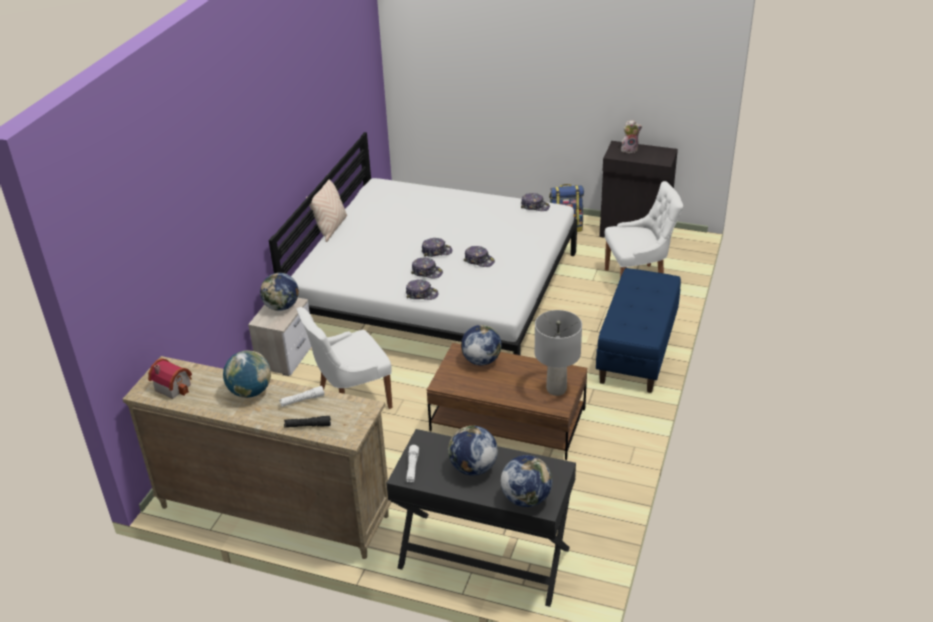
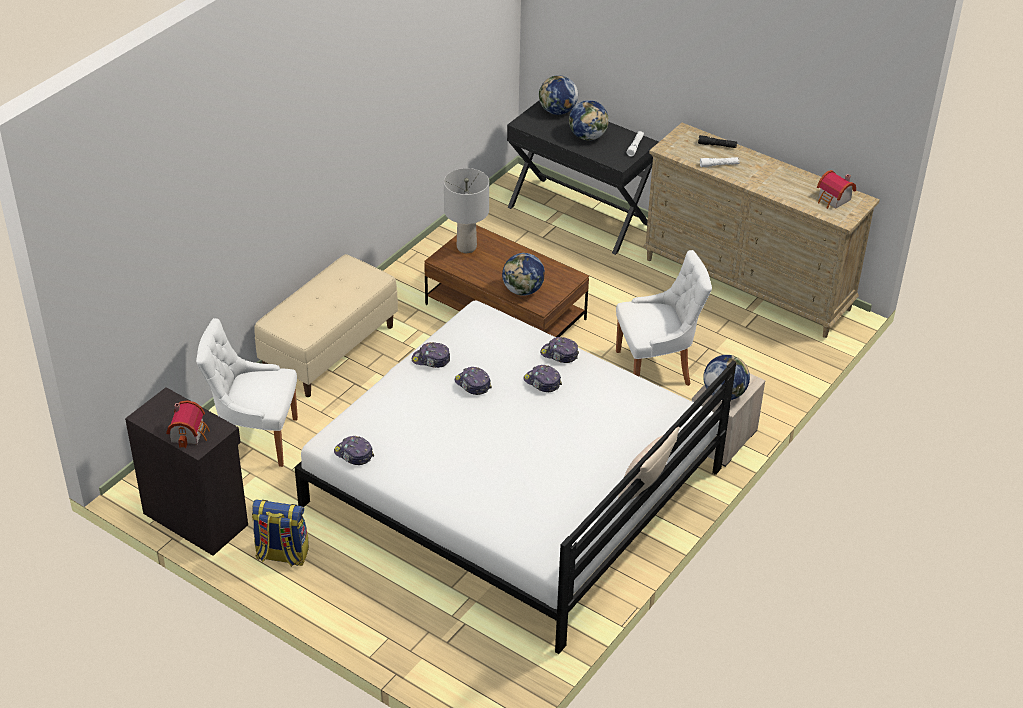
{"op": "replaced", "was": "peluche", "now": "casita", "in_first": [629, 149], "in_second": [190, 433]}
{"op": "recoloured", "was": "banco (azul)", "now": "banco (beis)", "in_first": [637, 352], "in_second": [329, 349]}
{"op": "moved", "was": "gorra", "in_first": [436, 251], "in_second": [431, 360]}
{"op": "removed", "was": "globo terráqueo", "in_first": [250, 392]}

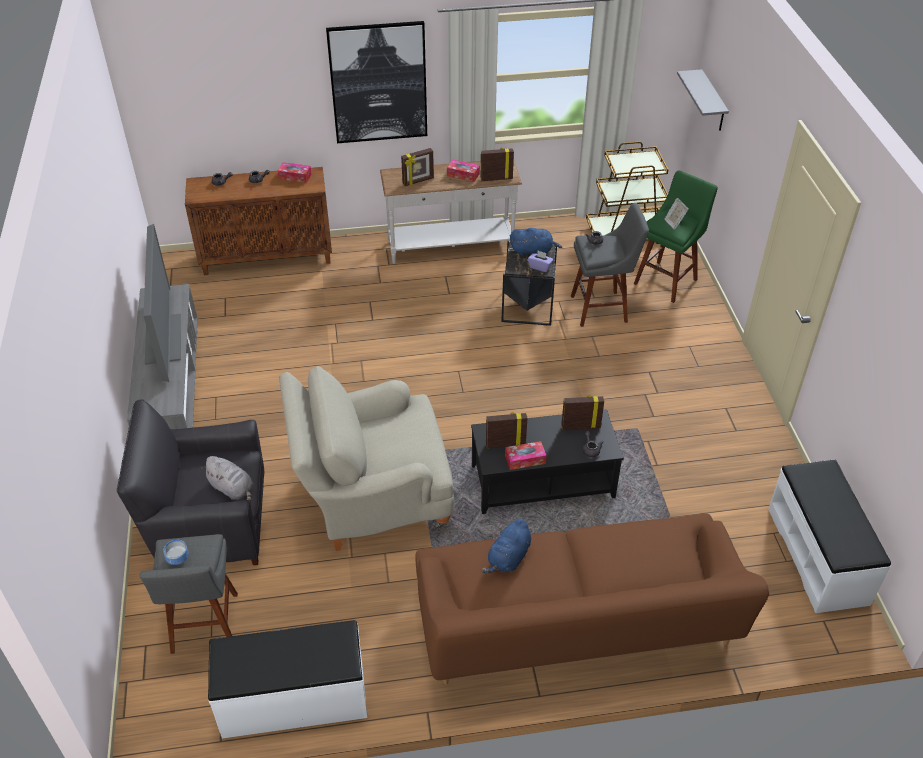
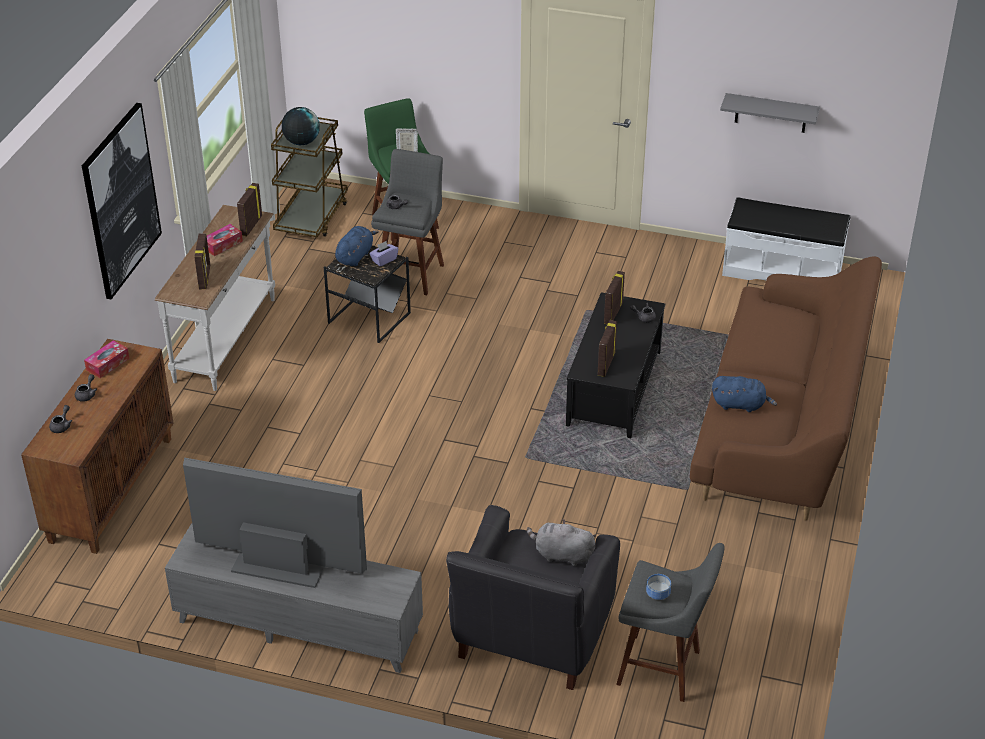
{"op": "added", "now": "globo terráqueo", "in_second": [301, 142]}
{"op": "turned", "was": "peluche (gris)", "in_first": [232, 489], "in_second": [561, 555], "clockwise": -135}
{"op": "turned", "was": "peluche (azul)", "in_first": [508, 558], "in_second": [740, 405], "clockwise": -45}
{"op": "moved", "was": "estante (gris)", "in_first": [713, 102], "in_second": [771, 113]}
{"op": "removed", "was": "banco (blanco)", "in_first": [294, 700]}
{"op": "removed", "was": "sillón (beis)", "in_first": [372, 498]}
{"op": "removed", "was": "caja de pañuelos", "in_first": [525, 459]}

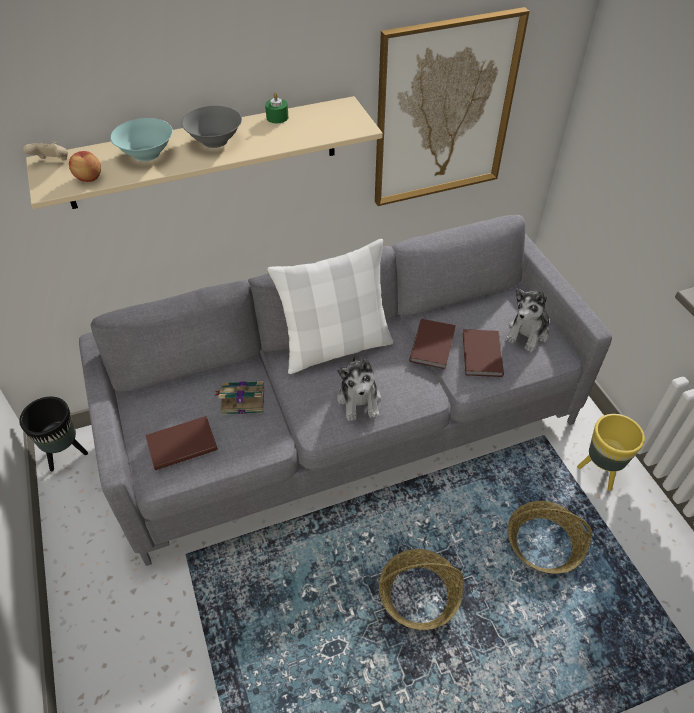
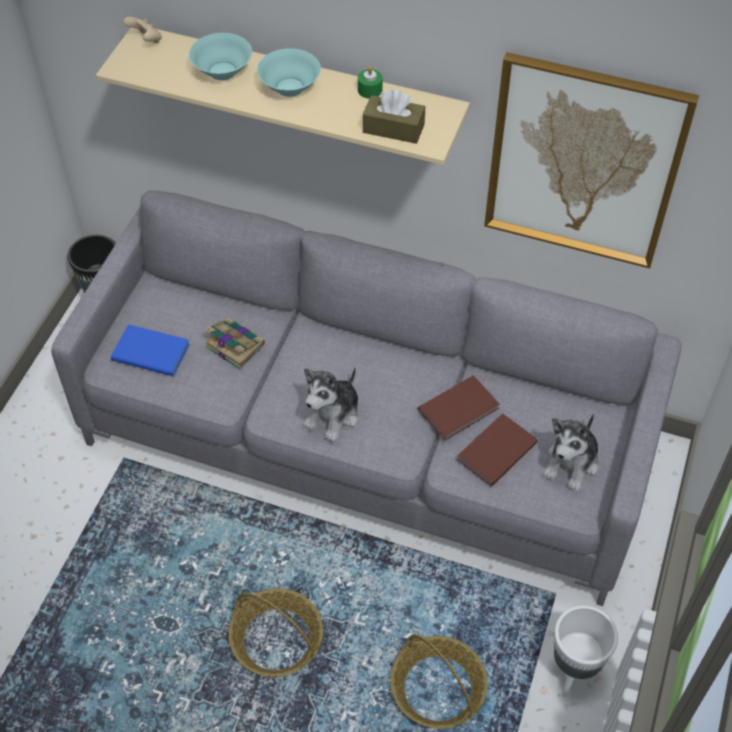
{"op": "recoloured", "was": "libro (marrón)", "now": "libro (azul)", "in_first": [180, 444], "in_second": [150, 351]}
{"op": "recoloured", "was": "cuenco (gris)", "now": "cuenco (turquesa)", "in_first": [215, 140], "in_second": [290, 87]}
{"op": "added", "now": "caja de pañuelos (marrón)", "in_second": [393, 128]}
{"op": "turned", "was": "peluche", "in_first": [528, 333], "in_second": [572, 463], "clockwise": -45}
{"op": "recoloured", "was": "maceta (amarillo)", "now": "maceta (blanco)", "in_first": [600, 472], "in_second": [573, 672]}
{"op": "removed", "was": "manzana", "in_first": [88, 178]}
{"op": "removed", "was": "cojín (blanco)", "in_first": [335, 346]}

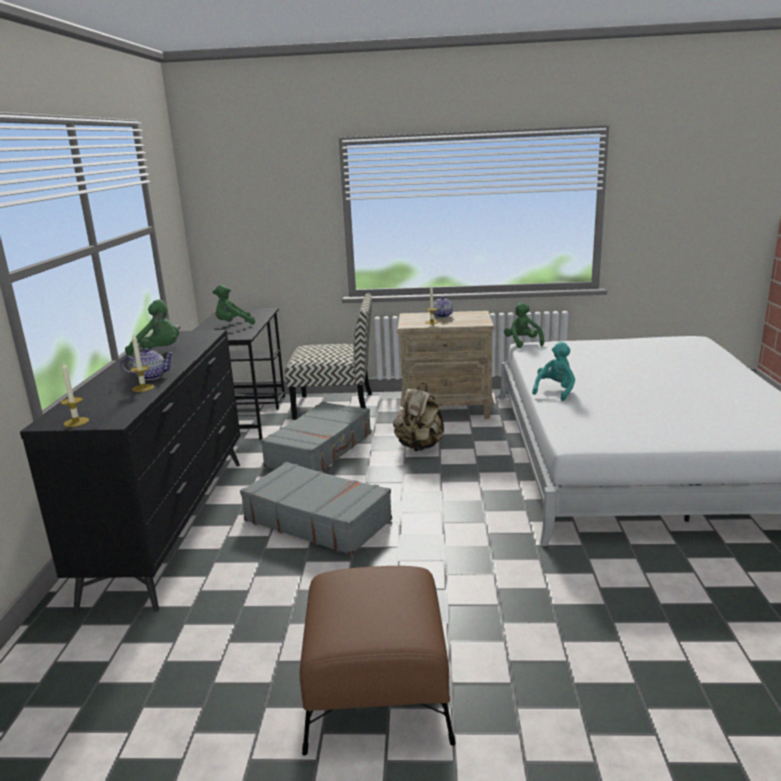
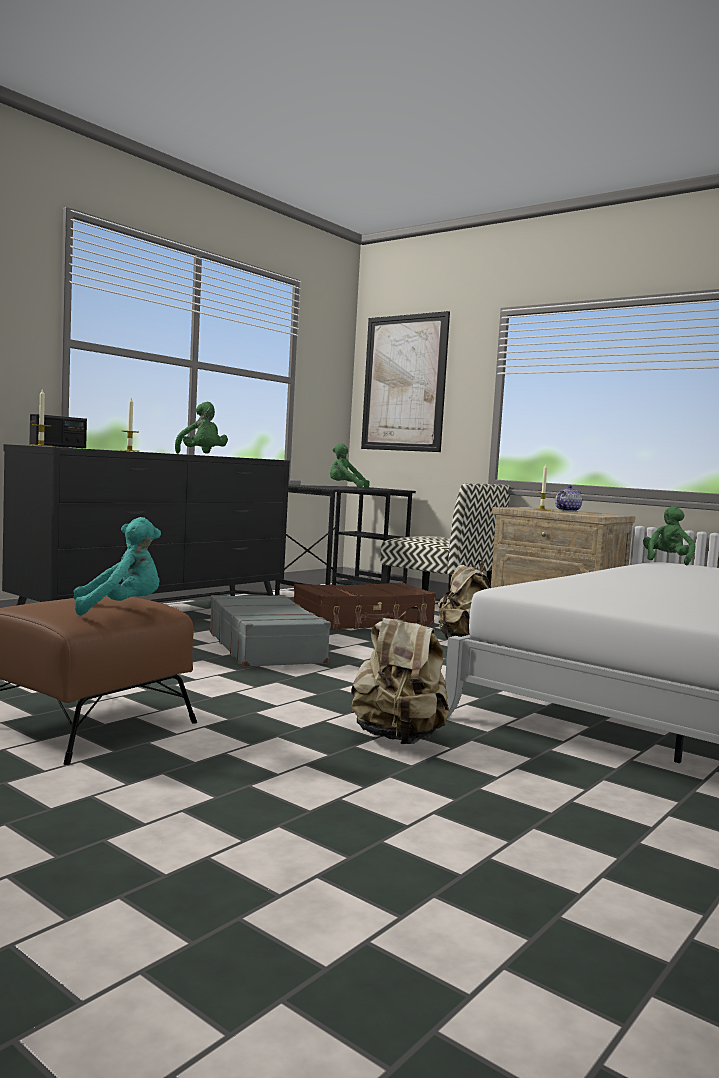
{"op": "added", "now": "radio", "in_second": [58, 446]}
{"op": "moved", "was": "peluche (turquesa)", "in_first": [555, 391], "in_second": [121, 609]}
{"op": "recoloured", "was": "maleta (gris)", "now": "maleta (marrón)", "in_first": [321, 450], "in_second": [363, 621]}
{"op": "added", "now": "mochila (beis)", "in_second": [398, 739]}
{"op": "added", "now": "cuadro", "in_second": [404, 383]}
{"op": "removed", "was": "tetera", "in_first": [150, 376]}

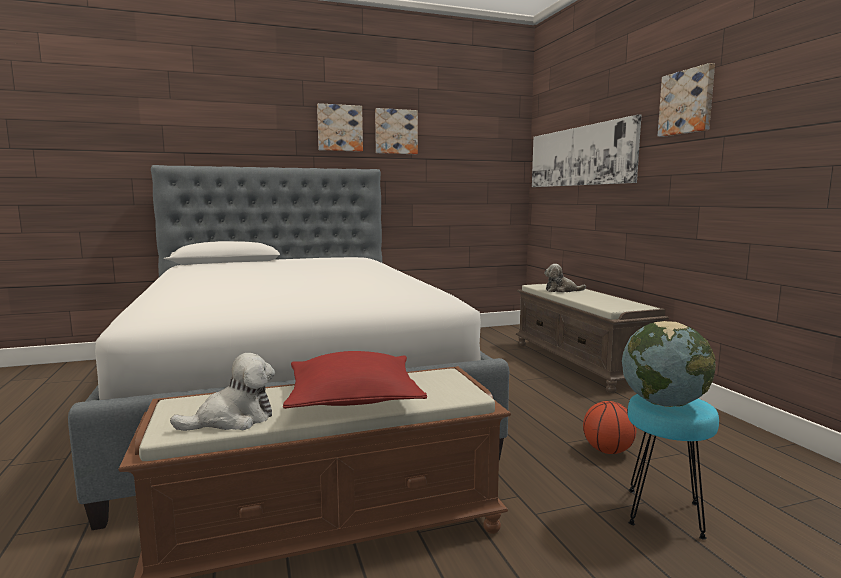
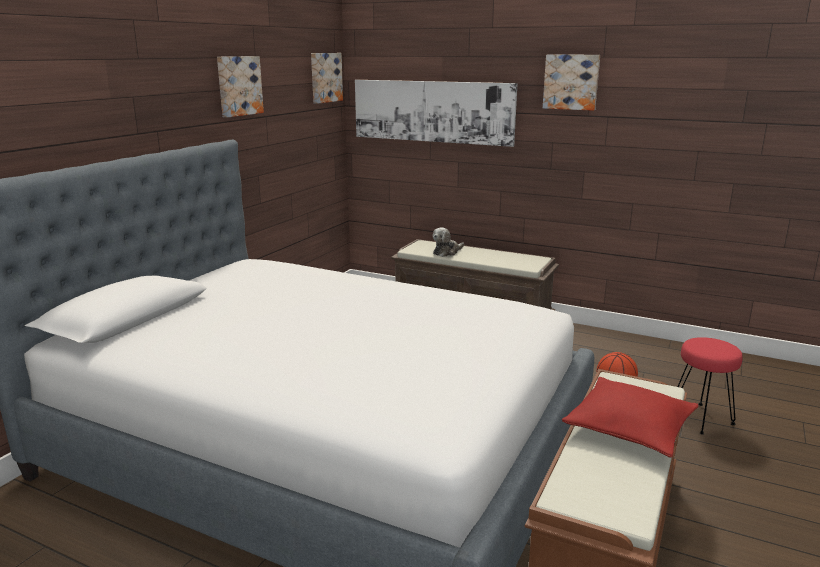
{"op": "moved", "was": "cuadro", "in_first": [339, 128], "in_second": [325, 77]}
{"op": "recoloured", "was": "taburete (turquesa)", "now": "taburete (rojo)", "in_first": [662, 513], "in_second": [699, 419]}
{"op": "removed", "was": "peluche", "in_first": [233, 419]}
{"op": "removed", "was": "globo terráqueo", "in_first": [663, 403]}

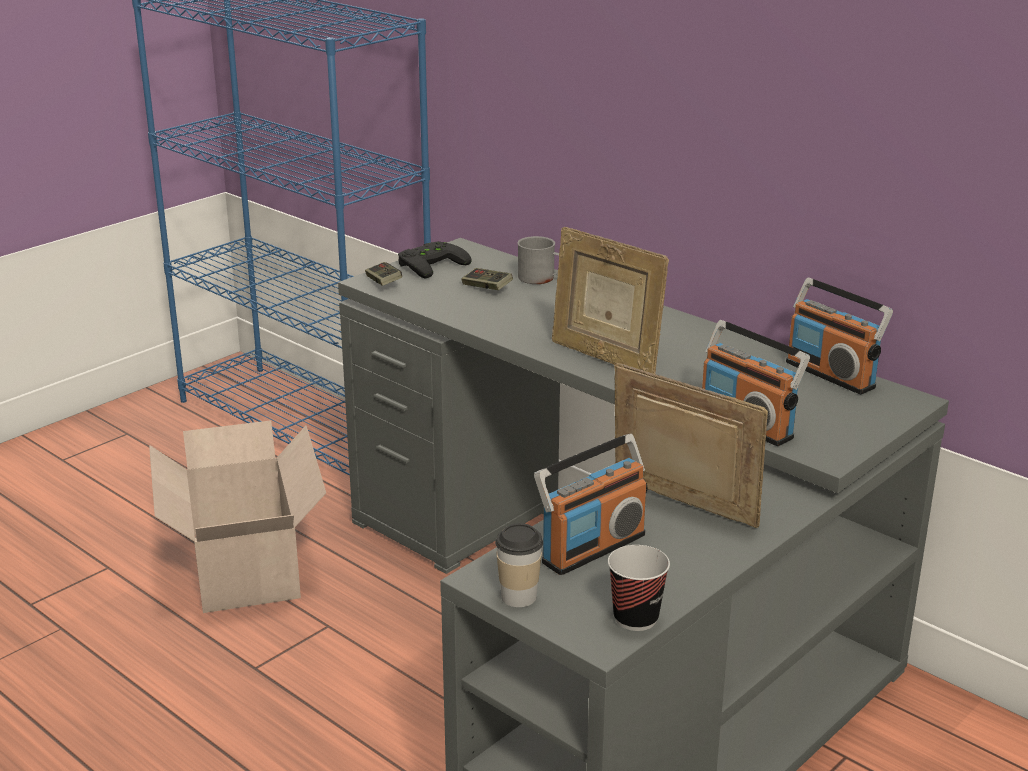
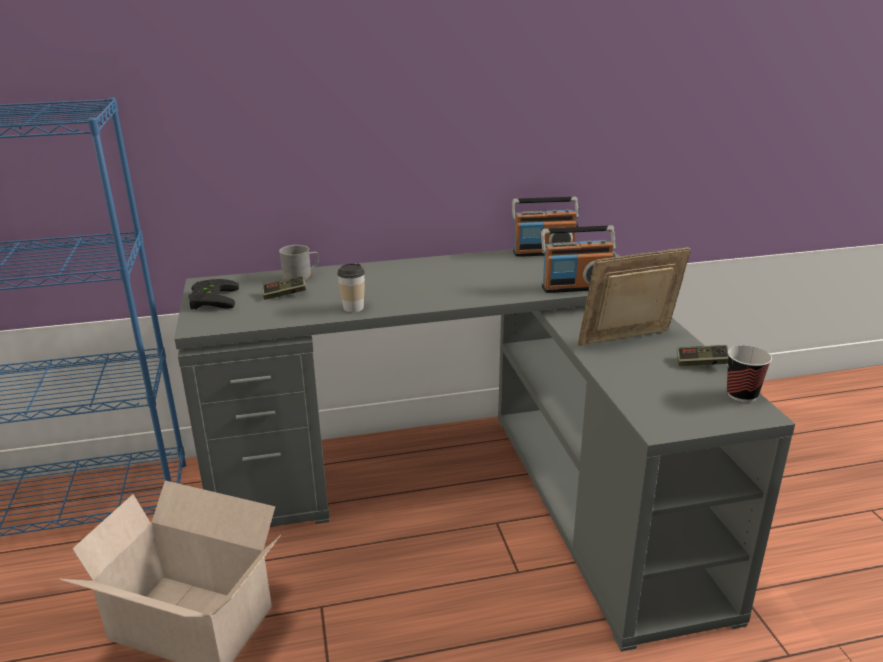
{"op": "moved", "was": "taza", "in_first": [518, 596], "in_second": [353, 308]}
{"op": "moved", "was": "mando de consola", "in_first": [383, 282], "in_second": [701, 363]}
{"op": "removed", "was": "radio", "in_first": [592, 548]}
{"op": "removed", "was": "portarretratos", "in_first": [605, 358]}

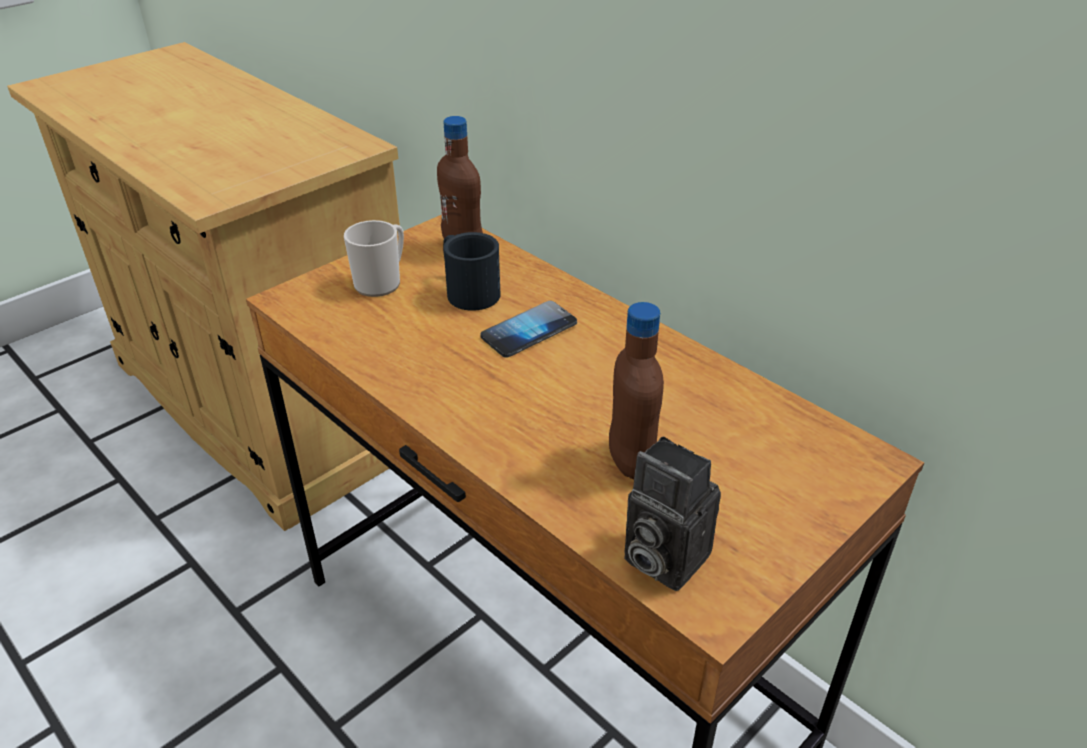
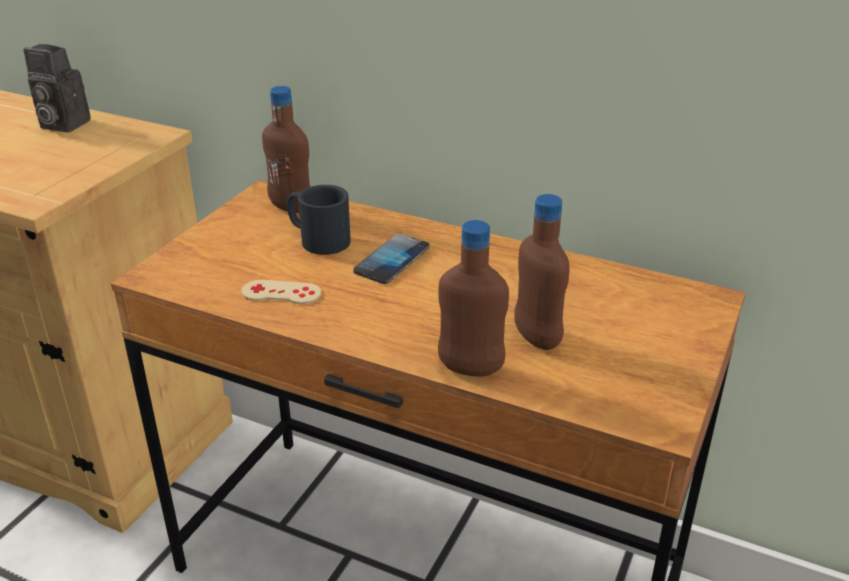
{"op": "moved", "was": "cámara", "in_first": [660, 557], "in_second": [61, 124]}
{"op": "added", "now": "mando de consola (beis)", "in_second": [281, 293]}
{"op": "added", "now": "botella (marrón)", "in_second": [470, 368]}
{"op": "removed", "was": "taza grande", "in_first": [382, 282]}

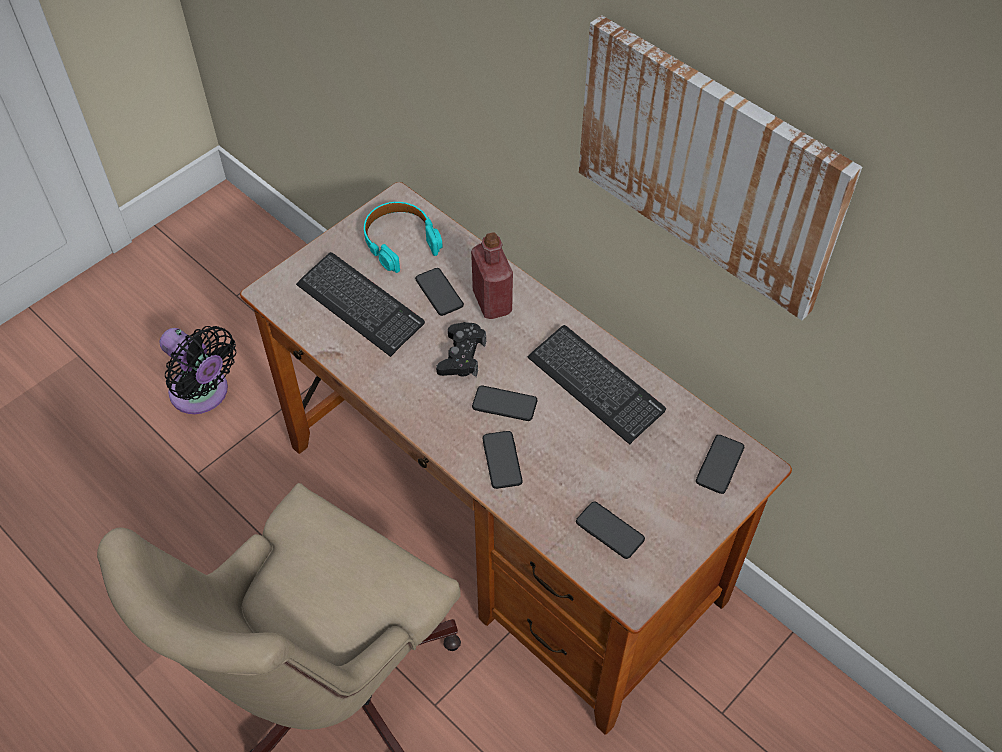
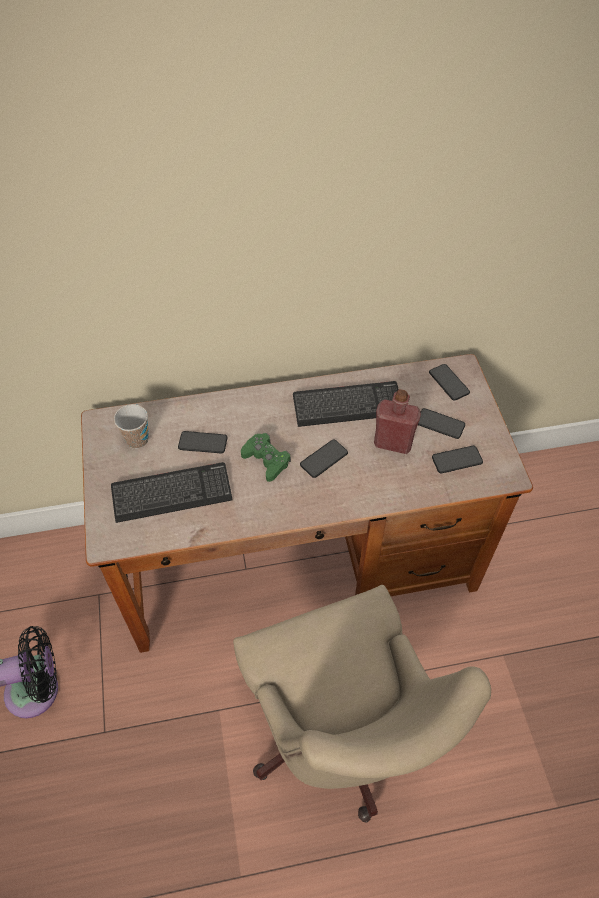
{"op": "replaced", "was": "auriculares (turquesa)", "now": "taza", "in_first": [400, 241], "in_second": [137, 440]}
{"op": "recoloured", "was": "mando de consola (negro)", "now": "mando de consola (verde)", "in_first": [462, 356], "in_second": [266, 460]}
{"op": "moved", "was": "botella (rojo)", "in_first": [492, 302], "in_second": [393, 443]}
{"op": "moved", "was": "móvil", "in_first": [502, 460], "in_second": [440, 424]}
{"op": "removed", "was": "cuadro", "in_first": [708, 165]}

